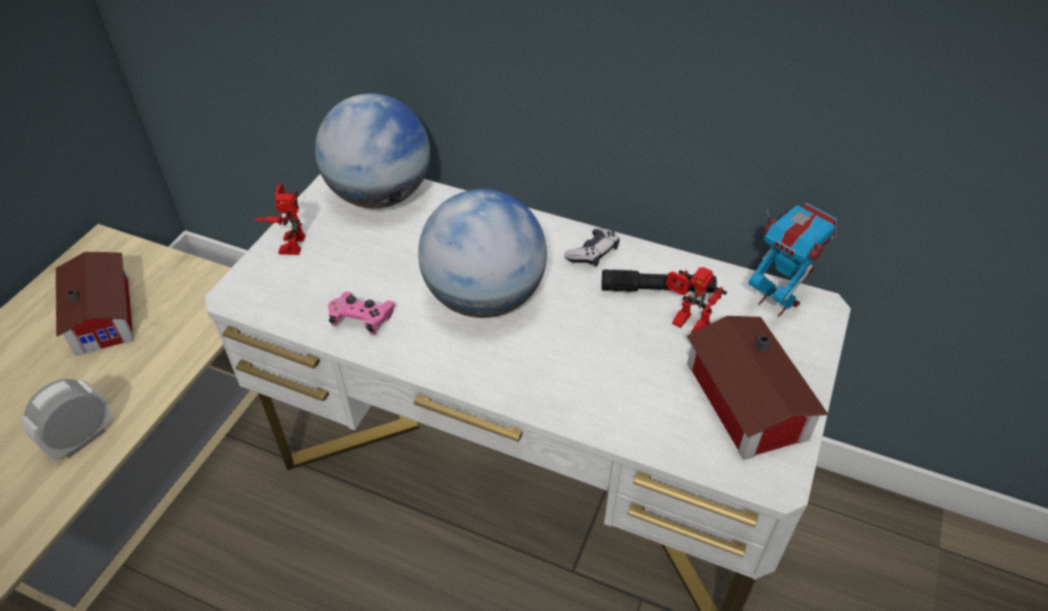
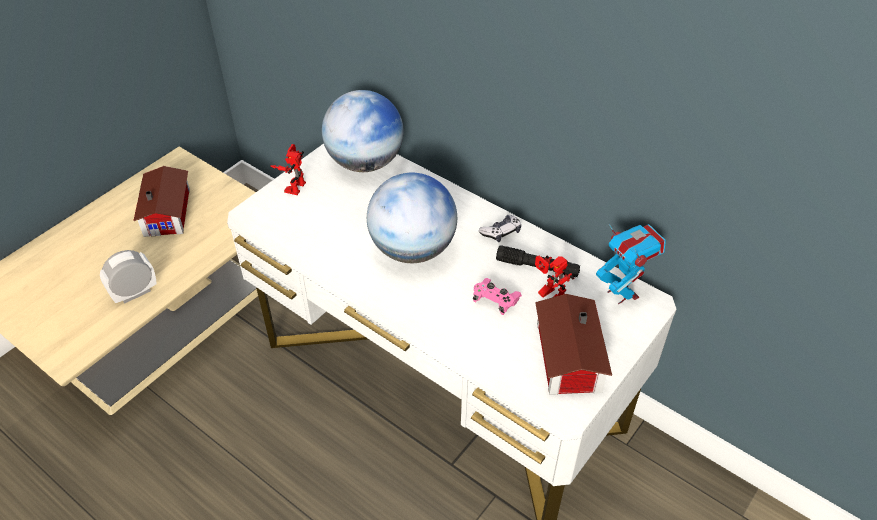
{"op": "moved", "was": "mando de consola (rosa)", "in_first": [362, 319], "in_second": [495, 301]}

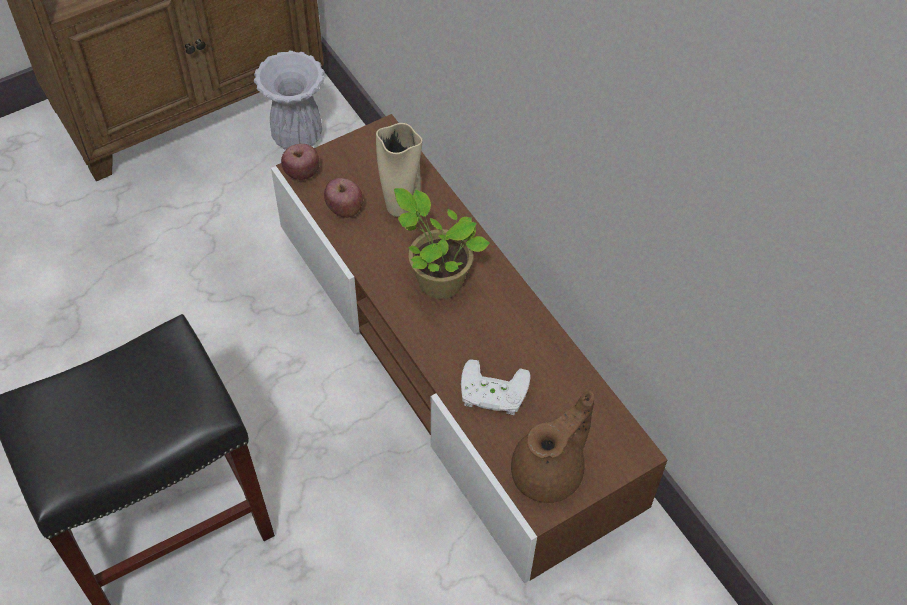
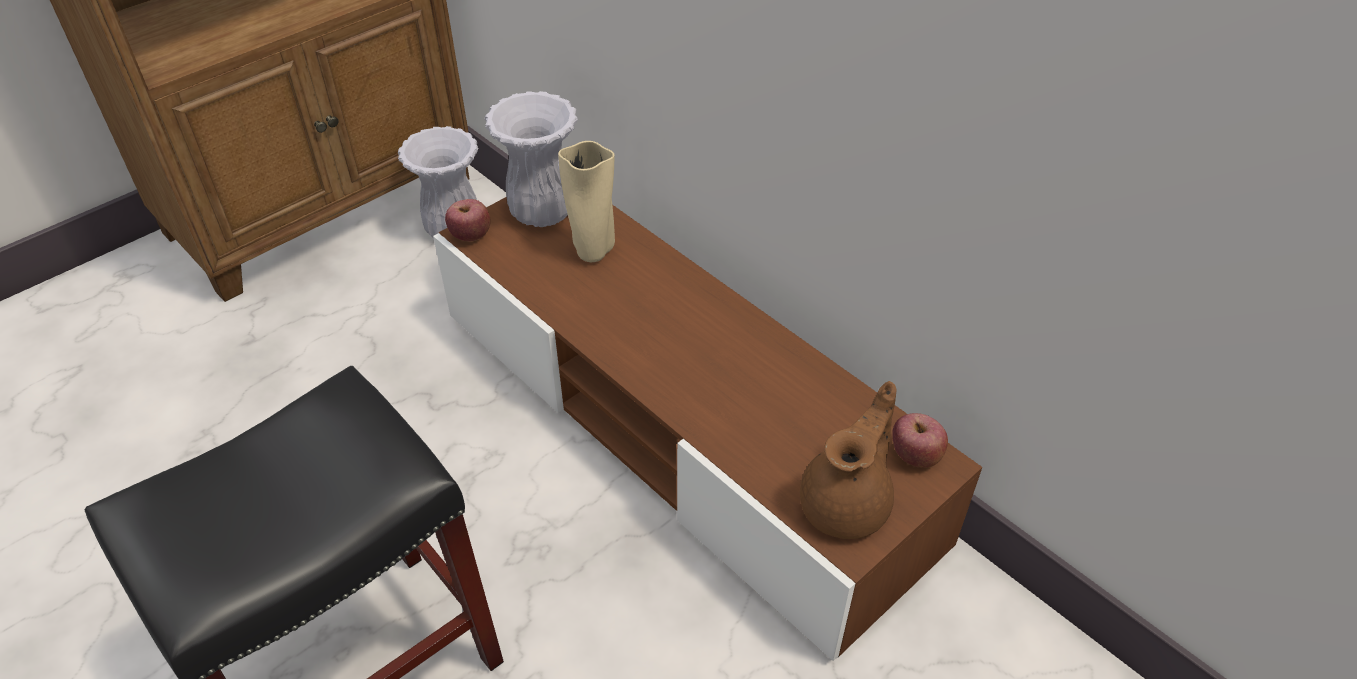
{"op": "added", "now": "florero (blanco)", "in_second": [542, 212]}
{"op": "moved", "was": "manzana", "in_first": [344, 209], "in_second": [915, 456]}
{"op": "removed", "was": "planta en maceta", "in_first": [437, 279]}
{"op": "removed", "was": "mando de consola (blanco)", "in_first": [492, 394]}

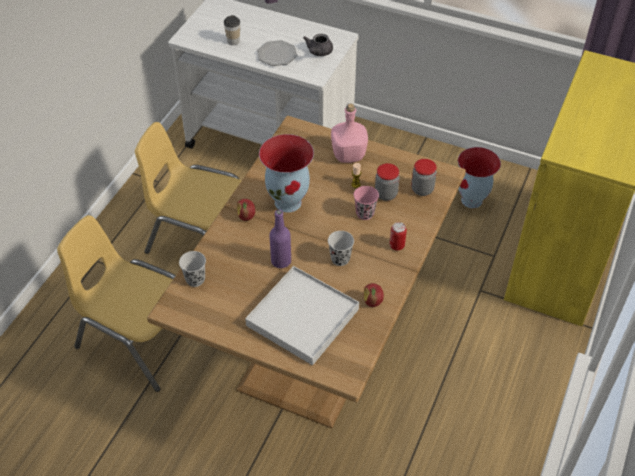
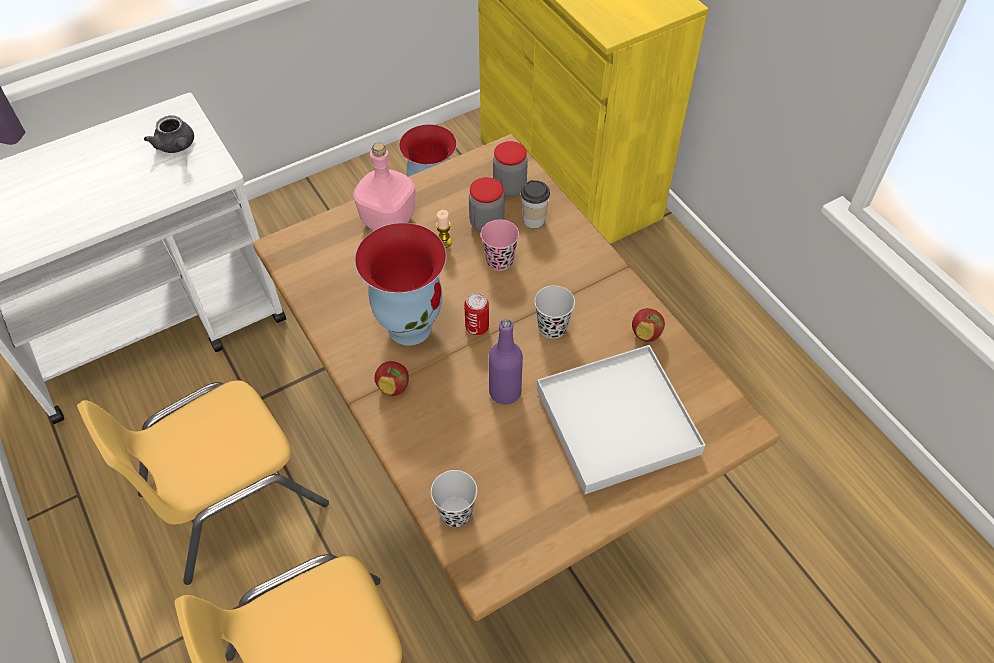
{"op": "moved", "was": "lata", "in_first": [397, 245], "in_second": [477, 327]}
{"op": "moved", "was": "taza", "in_first": [233, 41], "in_second": [534, 220]}
{"op": "removed", "was": "plato", "in_first": [277, 54]}

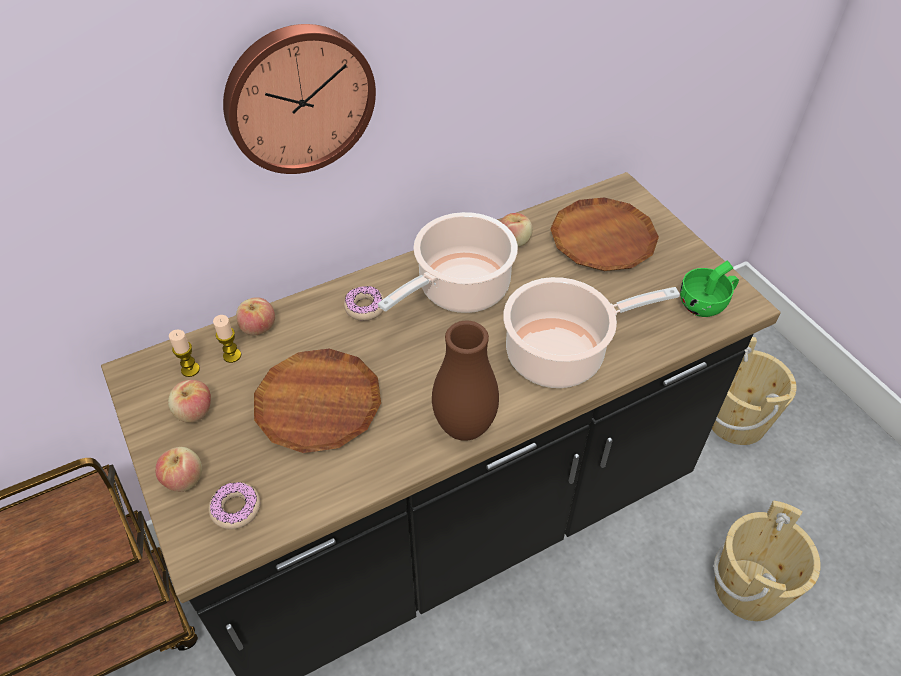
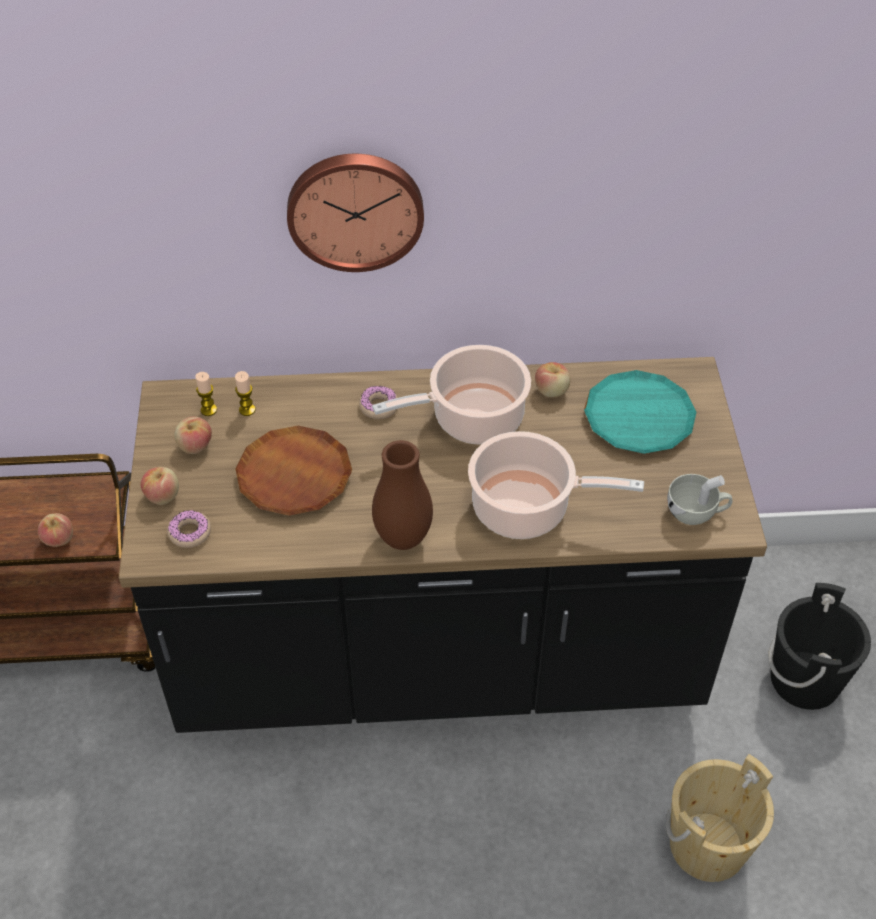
{"op": "moved", "was": "manzana", "in_first": [258, 328], "in_second": [58, 539]}
{"op": "recoloured", "was": "plato (marrón)", "now": "plato (turquesa)", "in_first": [602, 240], "in_second": [638, 417]}
{"op": "recoloured", "was": "taza (verde)", "now": "taza (blanco)", "in_first": [706, 304], "in_second": [696, 513]}
{"op": "recoloured", "was": "cubo (beis)", "now": "cubo (negro)", "in_first": [736, 421], "in_second": [805, 679]}

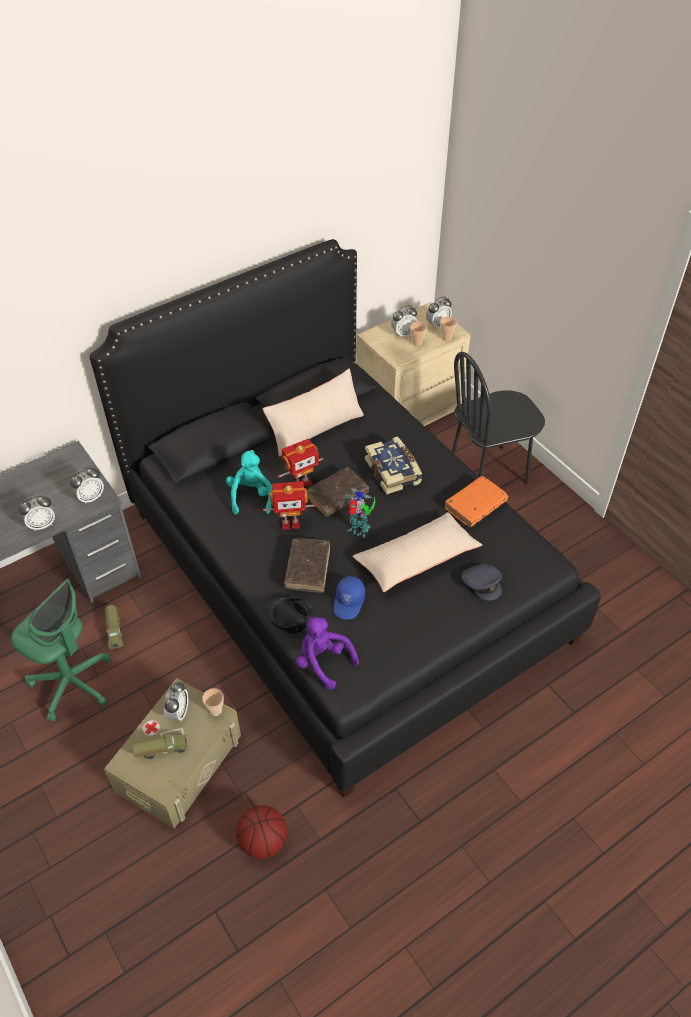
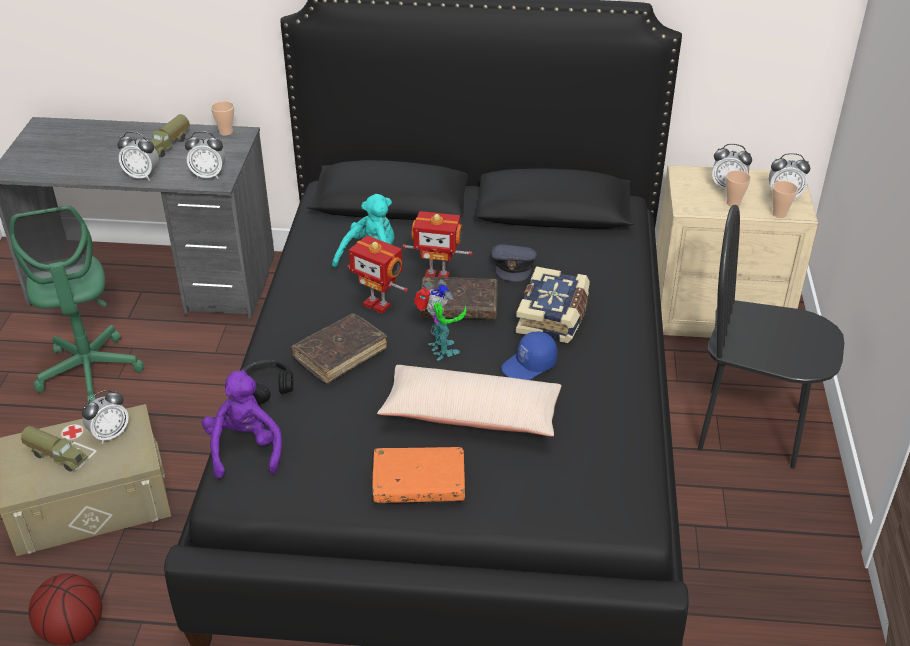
{"op": "moved", "was": "camión de juguete", "in_first": [115, 632], "in_second": [169, 145]}
{"op": "moved", "was": "taza", "in_first": [215, 710], "in_second": [226, 132]}
{"op": "moved", "was": "libro (naranja)", "in_first": [475, 506], "in_second": [419, 483]}
{"op": "moved", "was": "gorra (gris)", "in_first": [482, 584], "in_second": [513, 265]}
{"op": "moved", "was": "gorra (azul)", "in_first": [349, 602], "in_second": [529, 365]}
{"op": "removed", "was": "cojín (beis)", "in_first": [315, 428]}

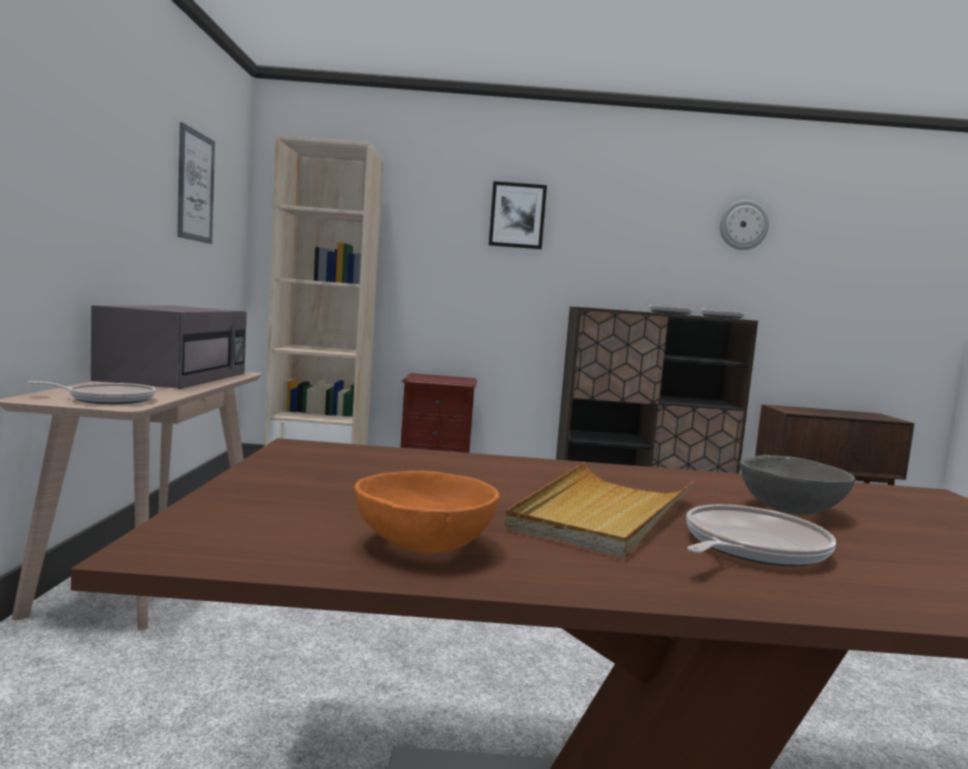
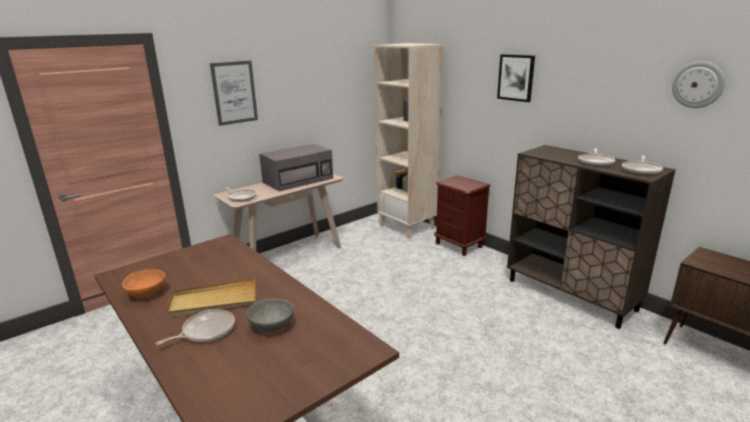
{"op": "turned", "was": "sartén", "in_first": [751, 548], "in_second": [206, 331], "clockwise": -45}
{"op": "moved", "was": "cuadro", "in_first": [195, 186], "in_second": [234, 92]}

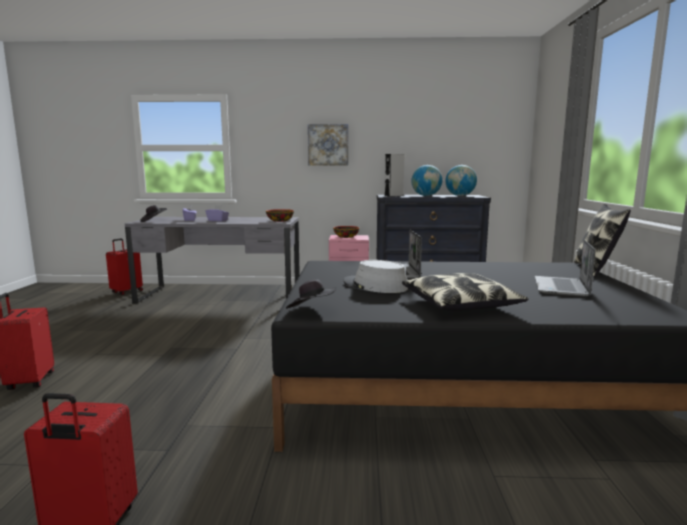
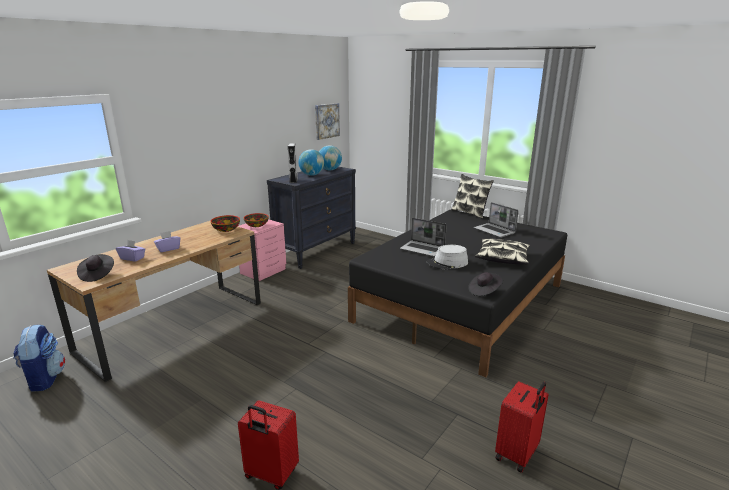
{"op": "replaced", "was": "maleta (rojo)", "now": "mochila", "in_first": [126, 291], "in_second": [45, 379]}
{"op": "recoloured", "was": "escritorio (gris)", "now": "escritorio (marrón)", "in_first": [220, 295], "in_second": [174, 326]}
{"op": "moved", "was": "cuadro", "in_first": [328, 145], "in_second": [326, 121]}

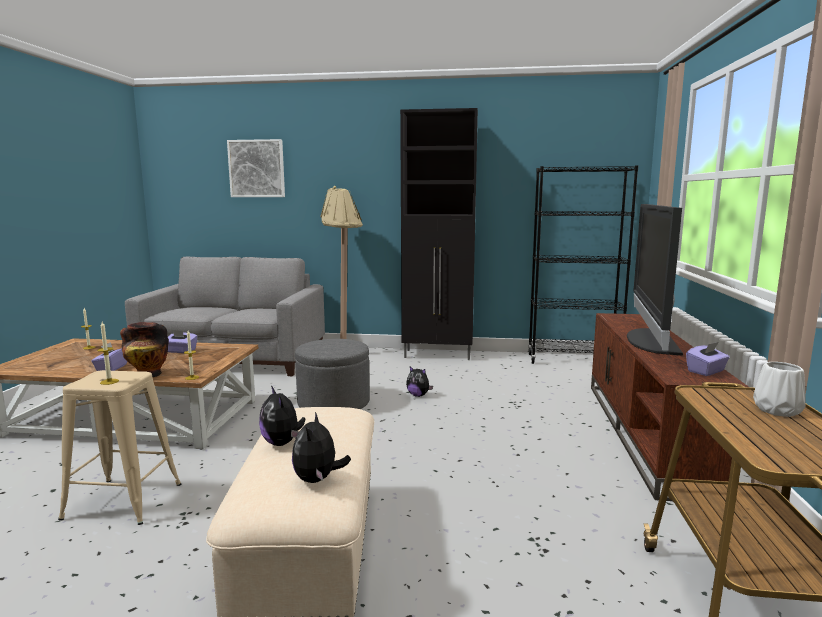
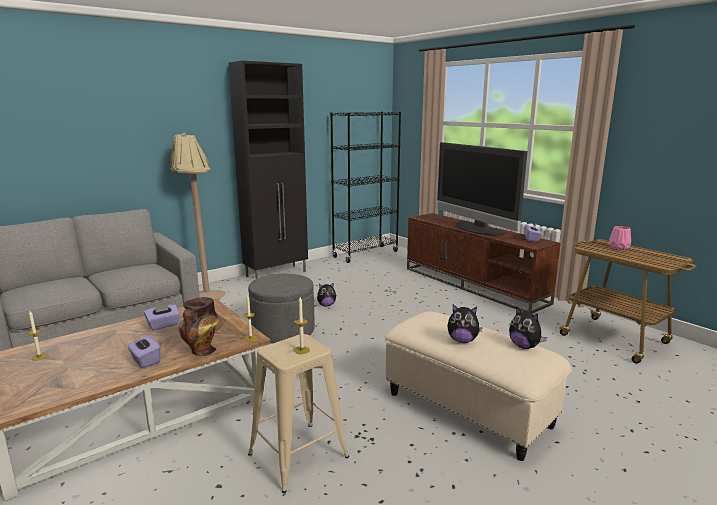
{"op": "recoloured", "was": "florero (blanco)", "now": "florero (rosa)", "in_first": [778, 410], "in_second": [618, 247]}
{"op": "removed", "was": "cuadro", "in_first": [257, 168]}

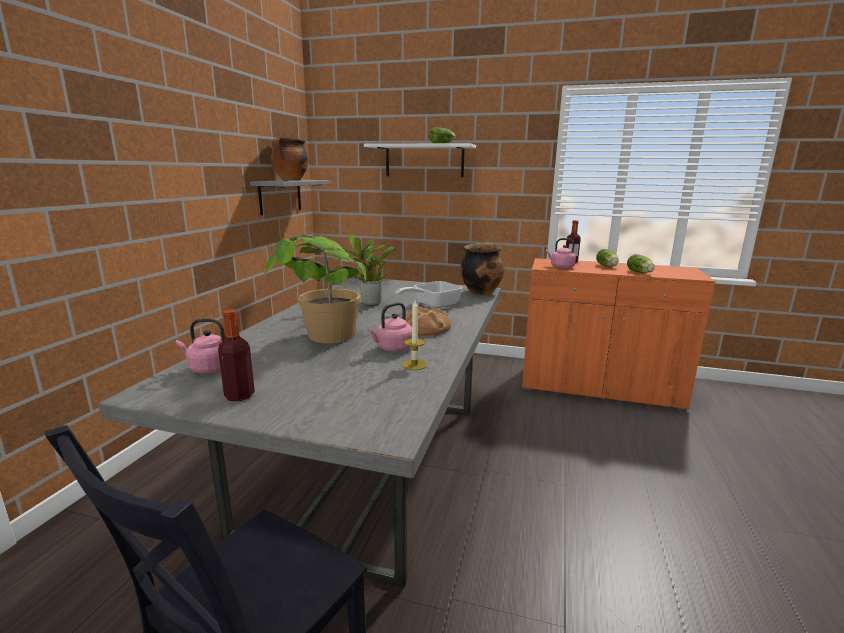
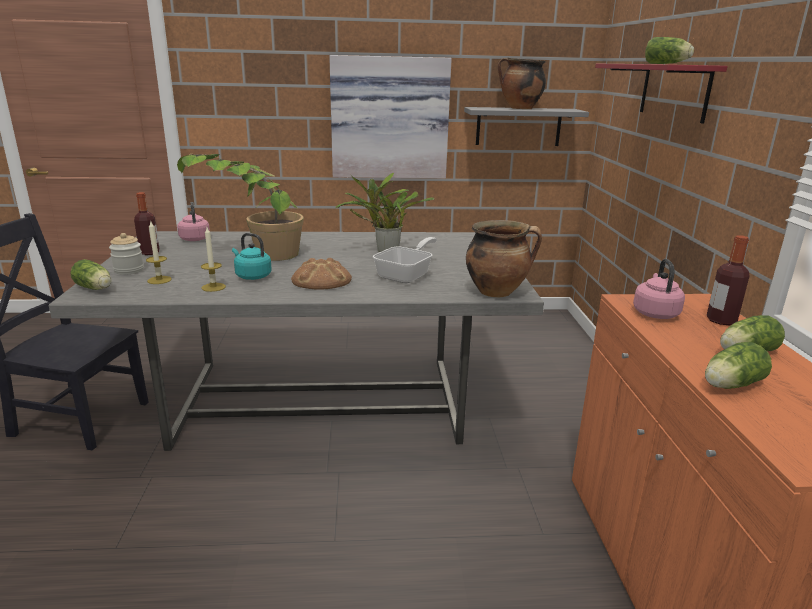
{"op": "added", "now": "lechuga", "in_second": [95, 288]}
{"op": "added", "now": "tarro", "in_second": [129, 270]}
{"op": "added", "now": "vela", "in_second": [159, 280]}
{"op": "recoloured", "was": "hervidor (rosa)", "now": "hervidor (turquesa)", "in_first": [393, 348], "in_second": [252, 276]}
{"op": "added", "now": "cuadro", "in_second": [389, 118]}
{"op": "turned", "was": "sartén", "in_first": [432, 305], "in_second": [407, 275], "clockwise": 90}
{"op": "recoloured", "was": "estante (blanco)", "now": "estante (rojo)", "in_first": [424, 161], "in_second": [674, 91]}

